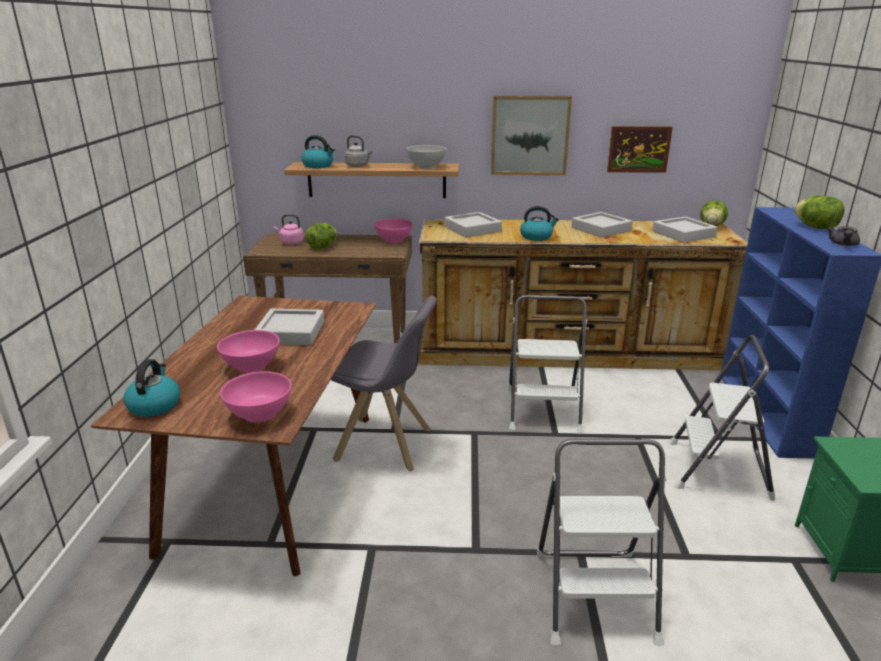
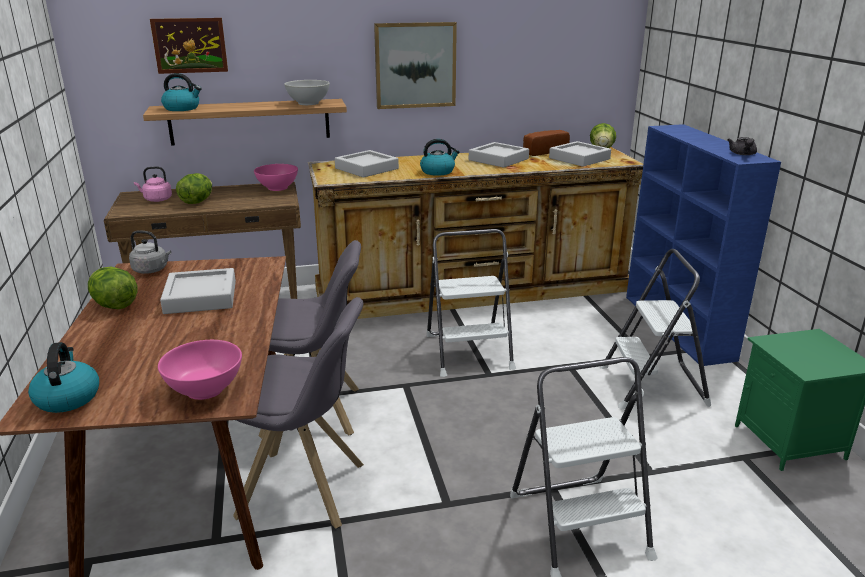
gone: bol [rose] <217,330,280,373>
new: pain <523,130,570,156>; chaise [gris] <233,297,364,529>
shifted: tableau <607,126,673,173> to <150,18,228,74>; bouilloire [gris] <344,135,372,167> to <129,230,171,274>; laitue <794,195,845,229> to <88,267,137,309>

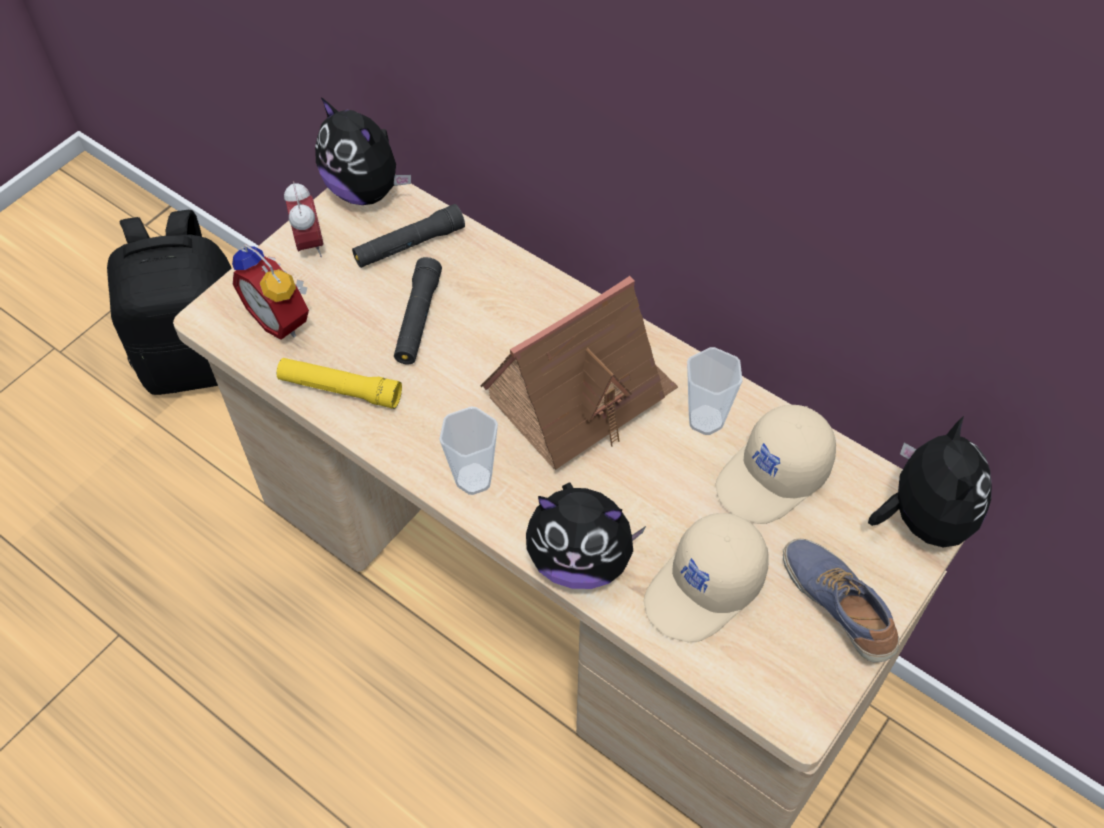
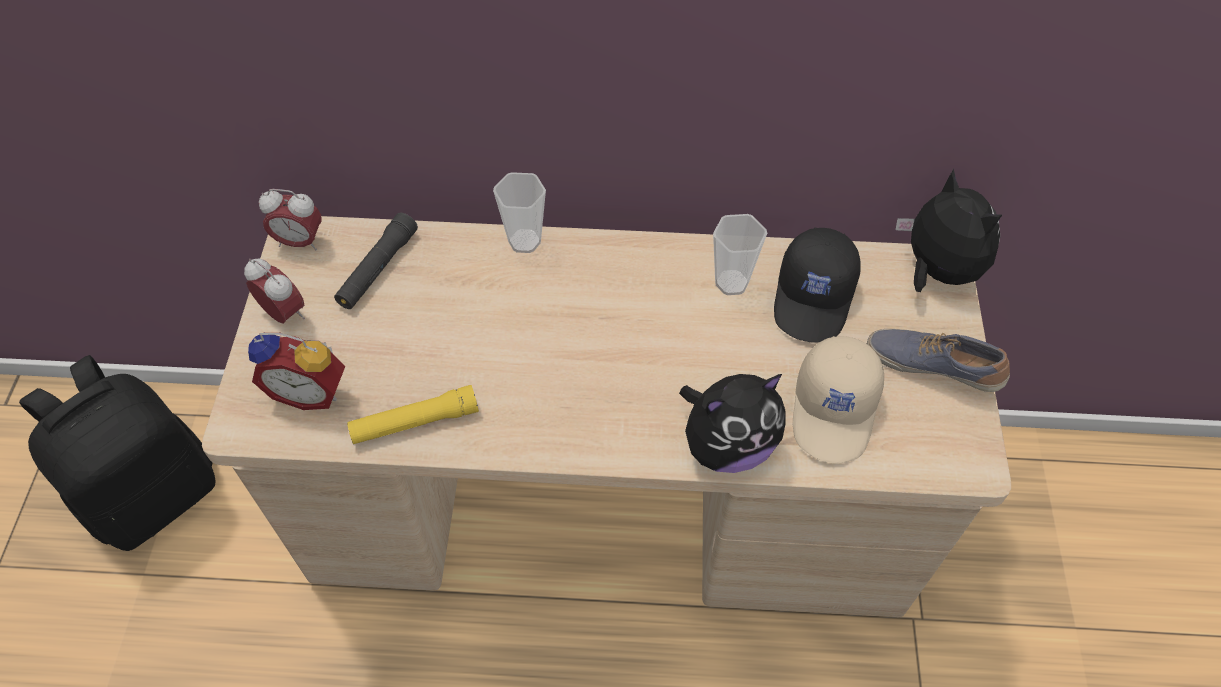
gone: lampe de poche [noir] <394,257,442,365>; maison miniature <480,276,678,469>
shifted: tasse <439,406,498,495> to <493,172,546,253>
swapped: peluche <315,98,411,205> to réveil <259,189,322,251>
repainted: casquette [beige] <716,405,836,524> to casquette [noir] <774,227,861,343>

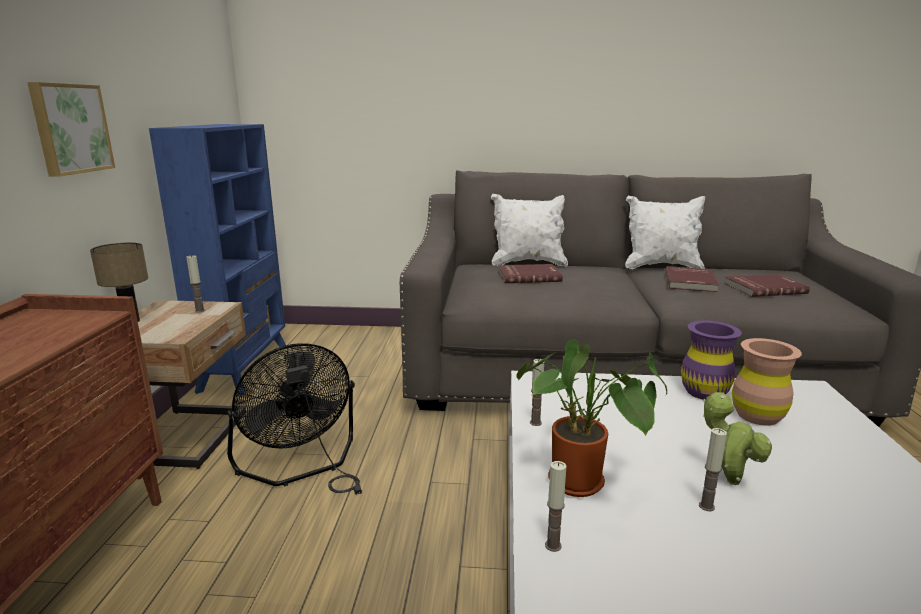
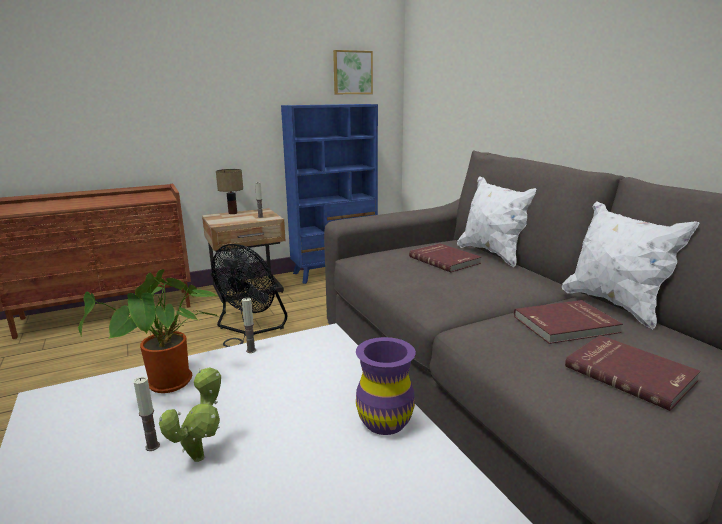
gone: vase [marron] <732,338,802,426>; bougie <545,461,567,552>
shifted: tableau <27,82,115,177> to <333,50,373,94>

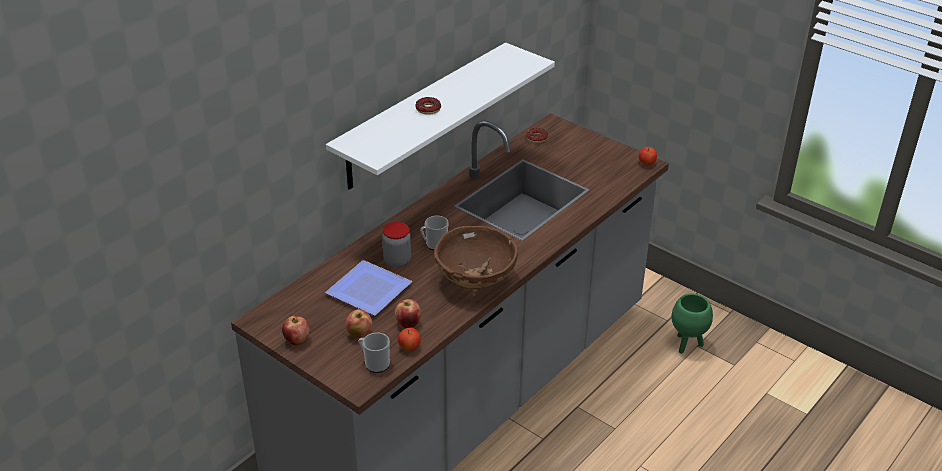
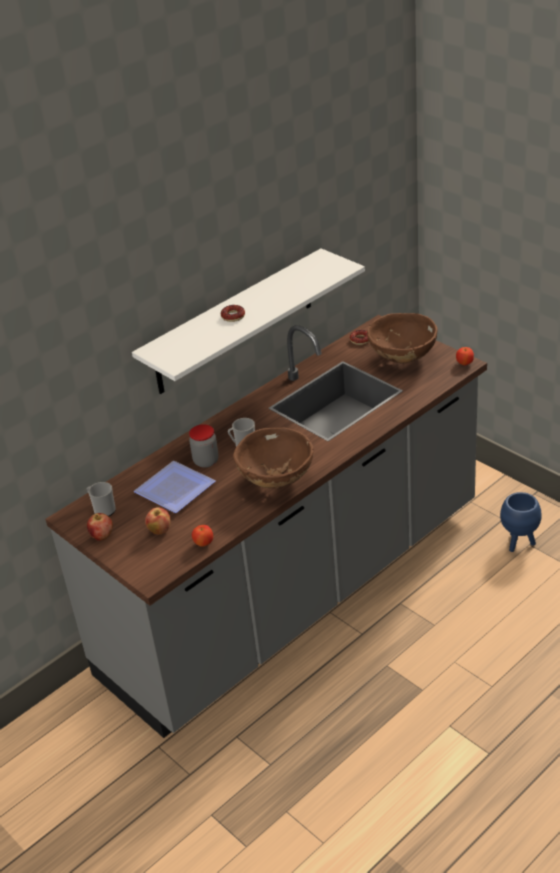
gone: pomme <395,299,421,328>
new: bol [marron] <367,313,438,363>
shifted: mug <358,333,390,373> to <87,482,116,517>
repainted: cache-pot [vert] <672,294,713,354> to cache-pot [bleu] <500,492,542,552>

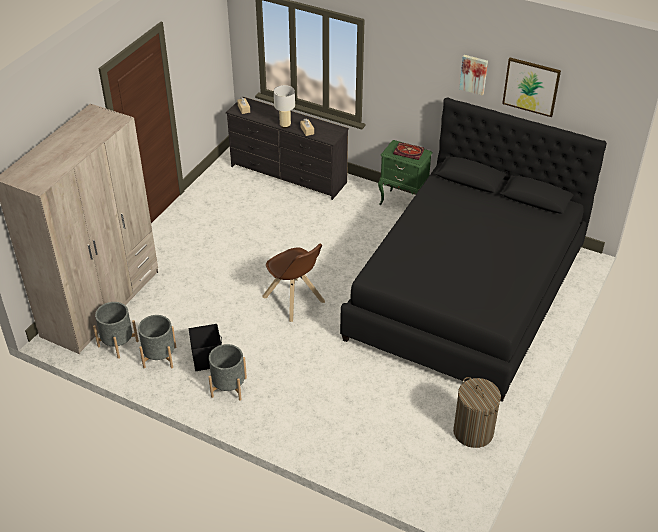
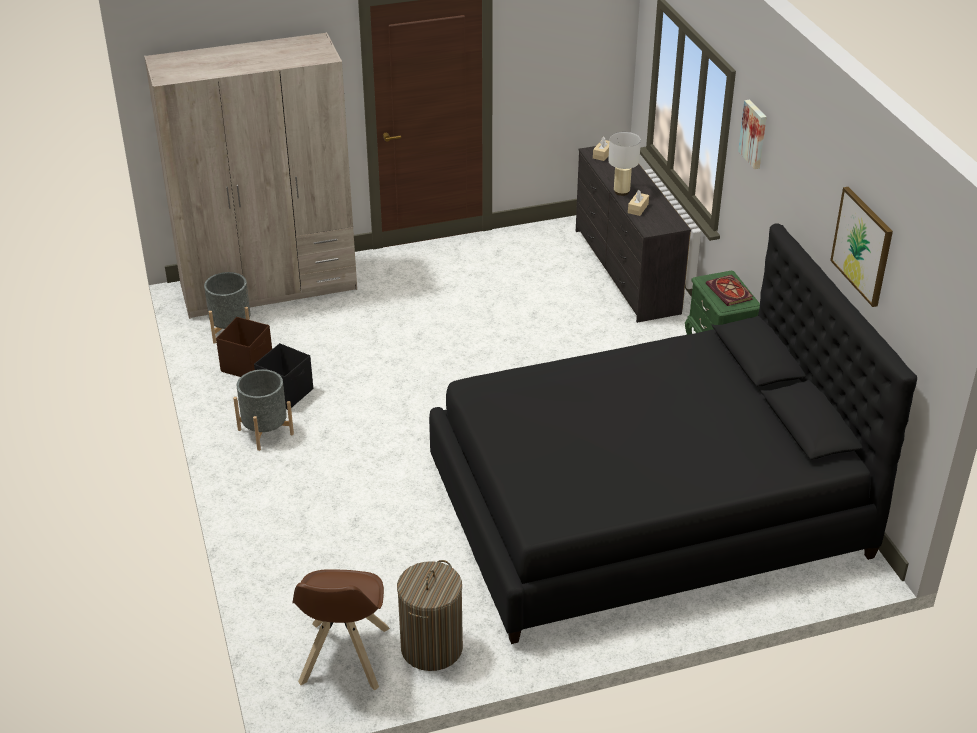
shifted: tableau <459,55,488,96> to <738,100,766,169>; chaise [marron] <263,244,325,322> to <292,570,390,690>
swapped: cache-pot [gris] <138,315,176,368> to boîte de rangement [marron] <216,317,272,377>

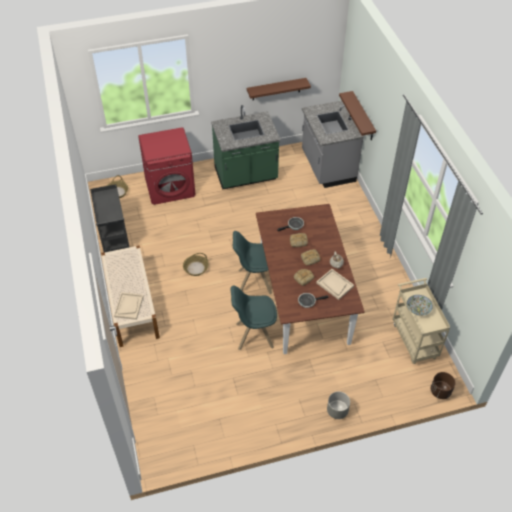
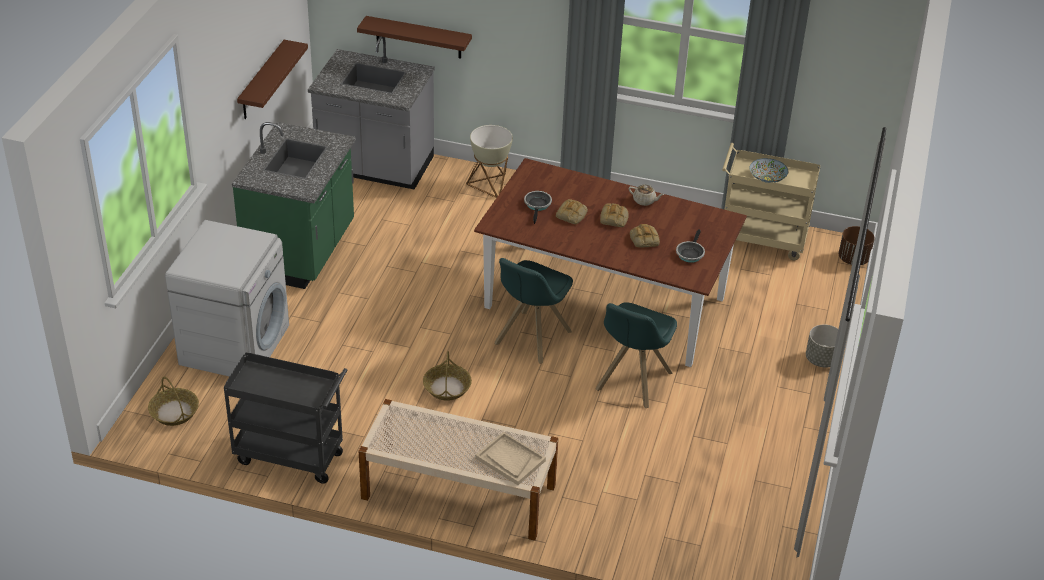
gone: plateau [beige] <316,269,354,300>
new: cache-pot <466,125,513,198>
repainted: lave-linge [rouge] <138,127,196,205> to lave-linge [blanc] <165,220,289,377>

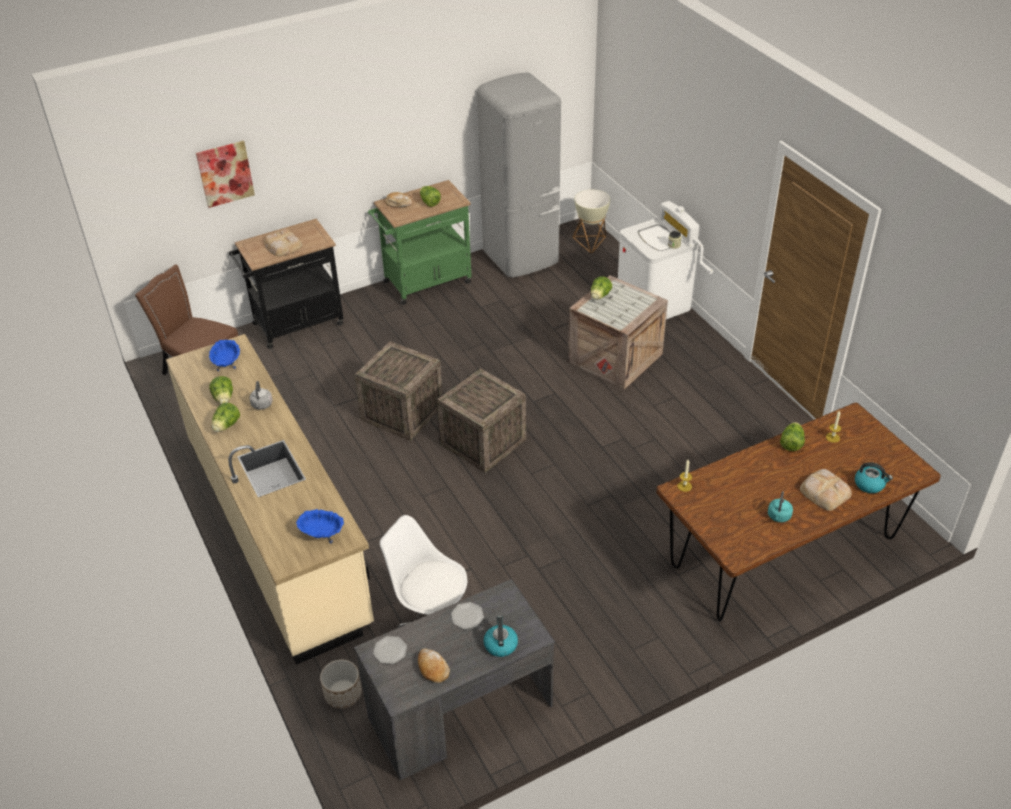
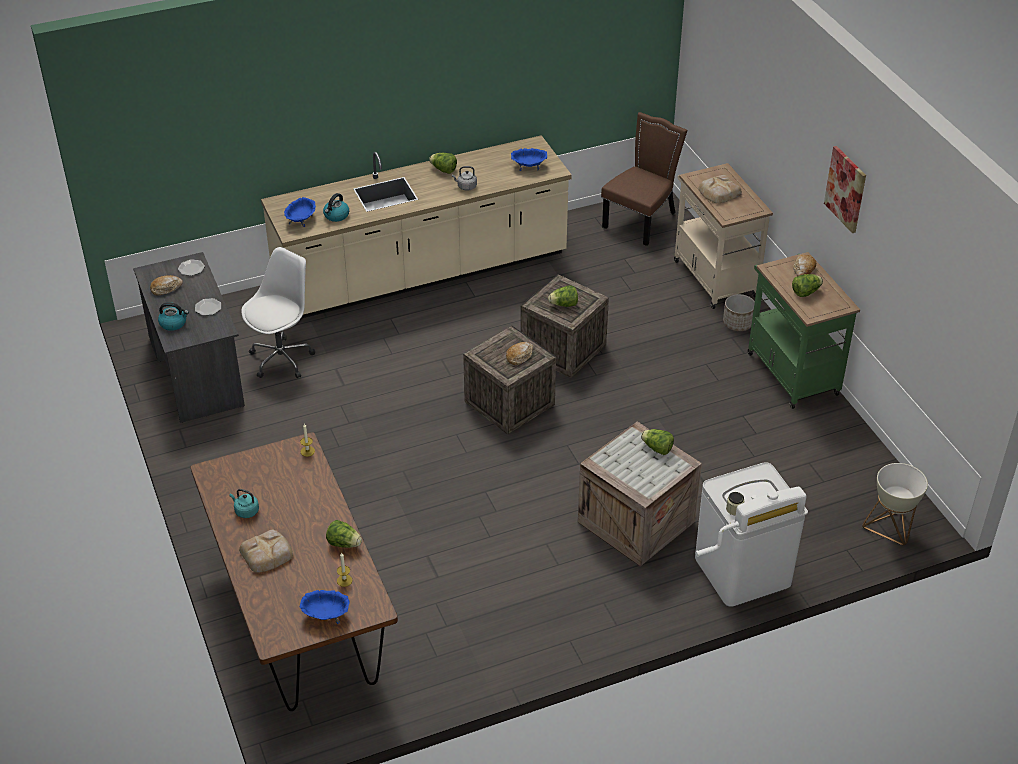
gone: réfrigérateur [gris] <477,72,561,277>
new: pain <506,342,533,365>; bol [bleu] <300,590,350,624>
shifted: tableau <196,141,255,208> to <824,146,866,233>; laitue <209,376,233,404> to <548,285,578,307>; bouilloire <855,462,893,493> to <323,193,349,222>; cache-pot <320,660,362,709> to <723,294,755,331>
repainted: chariot [noir] <229,219,343,349> to chariot [beige] <674,163,773,309>

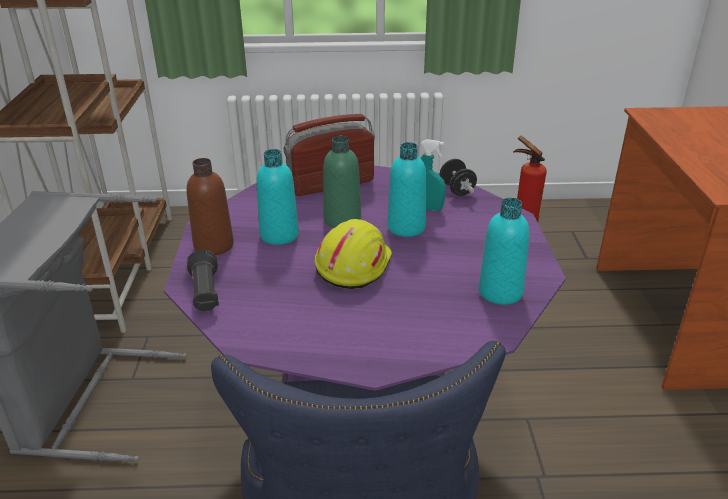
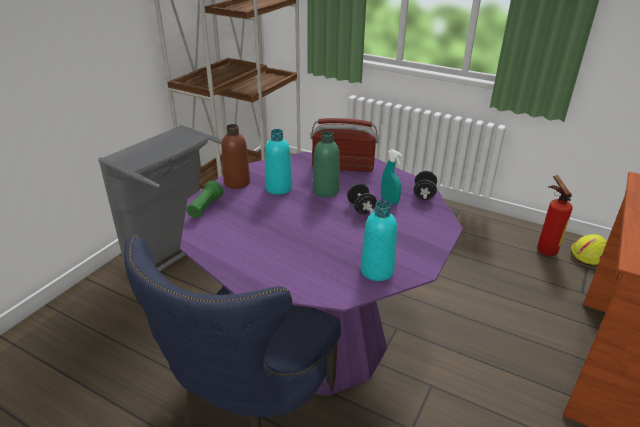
shifted: casque de chantier [jaune] <314,219,392,289> to <571,234,607,266>
swapped: bouteille [turquoise] <387,142,426,237> to haltère [noir] <347,184,377,214>
repainted: lampe de poche [noir] <187,250,219,311> to lampe de poche [vert] <186,181,223,218>

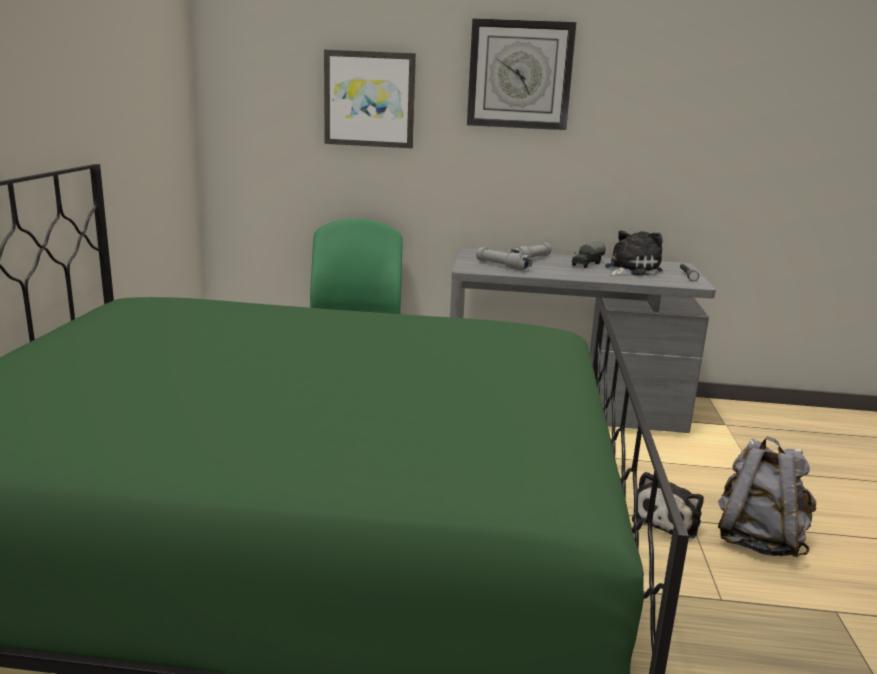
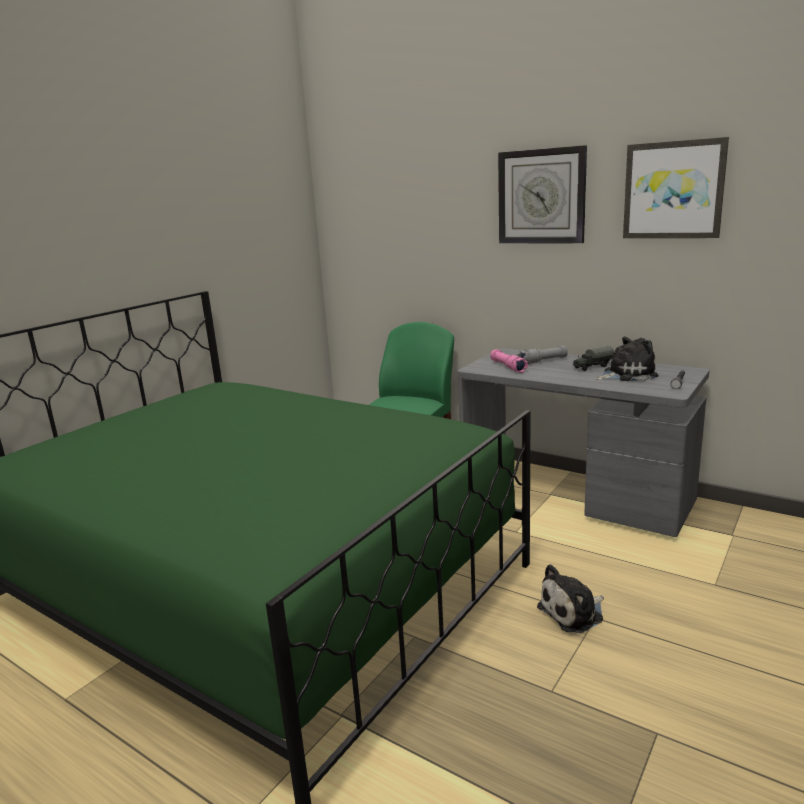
gone: sac à dos [gris] <718,436,816,557>
shifted: tableau <324,50,416,148> to <623,137,729,238>
repainted: lampe de poche [gris] <476,247,533,272> to lampe de poche [rose] <490,349,528,373>

